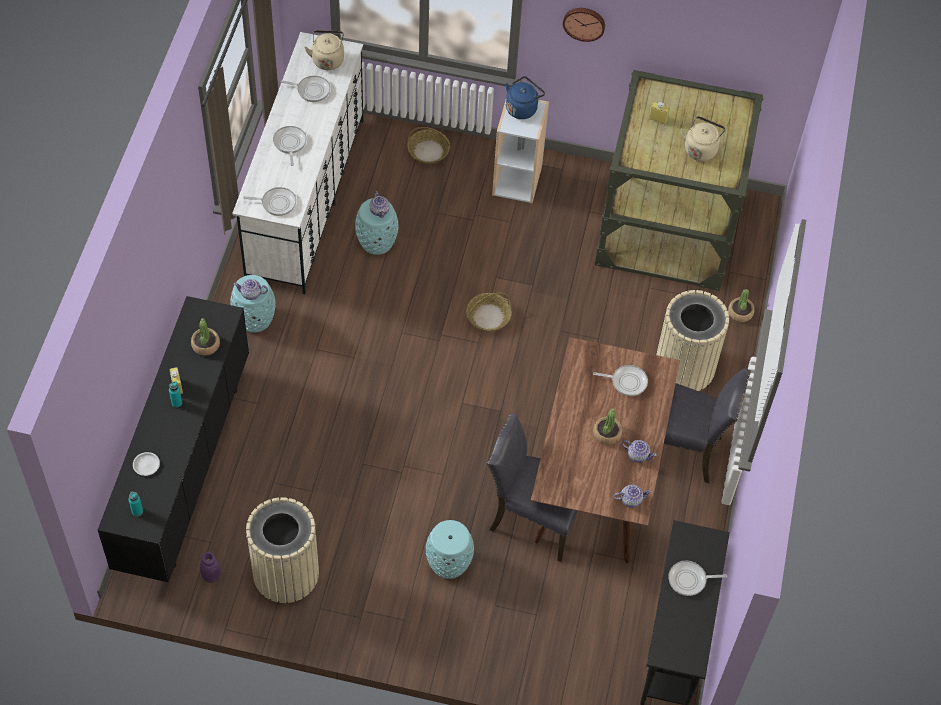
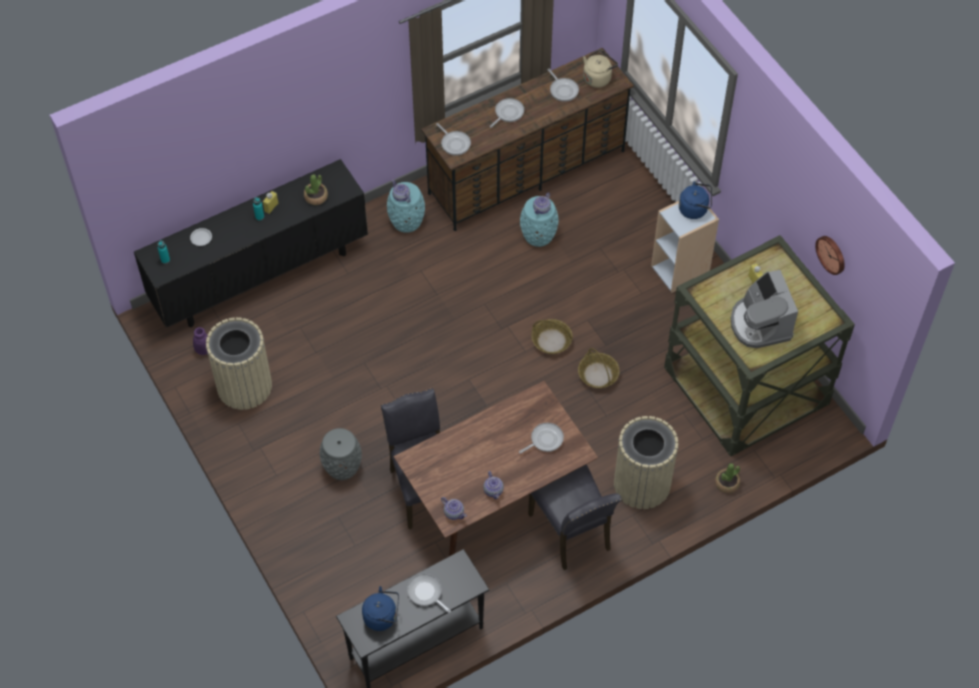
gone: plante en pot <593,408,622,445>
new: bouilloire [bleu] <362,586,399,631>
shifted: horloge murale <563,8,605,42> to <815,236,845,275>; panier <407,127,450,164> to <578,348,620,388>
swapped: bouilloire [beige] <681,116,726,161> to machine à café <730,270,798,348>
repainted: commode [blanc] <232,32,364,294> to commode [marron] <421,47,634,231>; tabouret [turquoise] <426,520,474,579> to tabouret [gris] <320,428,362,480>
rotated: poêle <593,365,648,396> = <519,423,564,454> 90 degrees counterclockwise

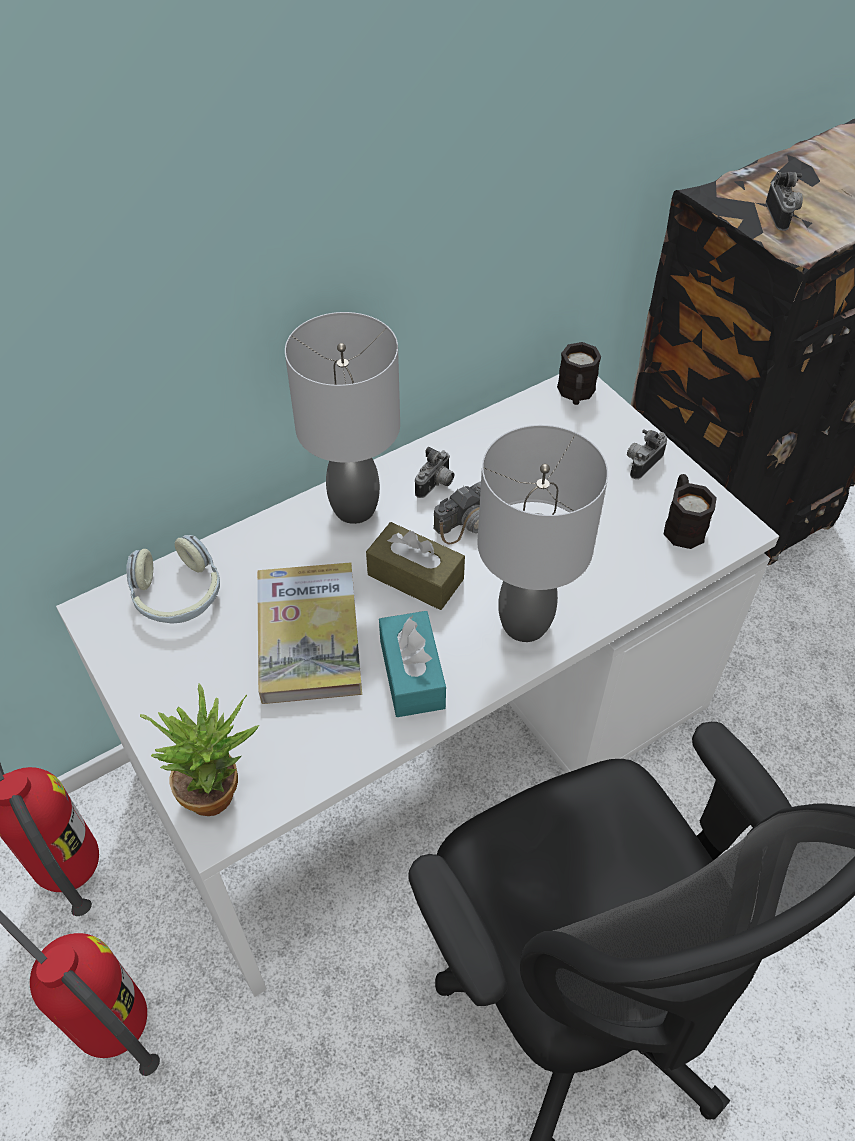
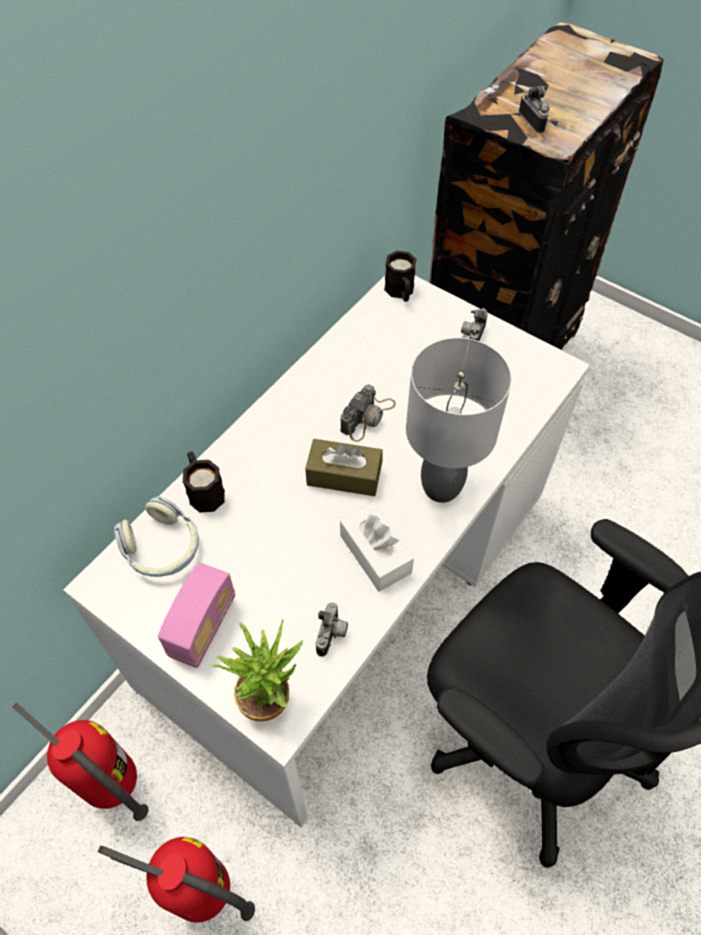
gone: lampe de table [gris] <285,312,400,524>; livre <257,562,362,704>
new: radio <158,563,235,668>
shifted: appareil photo <415,447,454,498> to <316,602,348,657>; mug [noir] <664,474,717,549> to <183,452,225,512>
repainted: boîte à mouchoirs [turquoise] <379,611,446,717> to boîte à mouchoirs [blanc] <340,503,414,592>

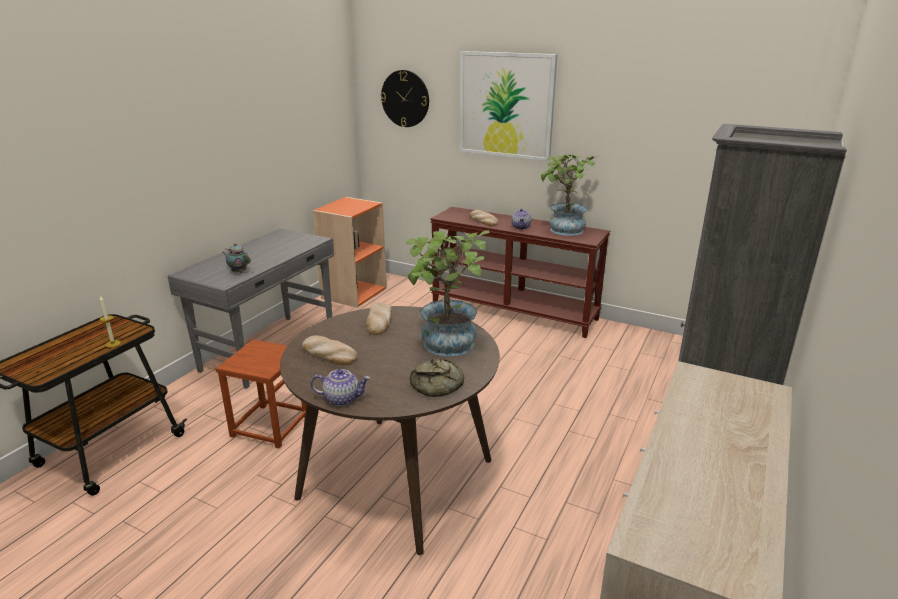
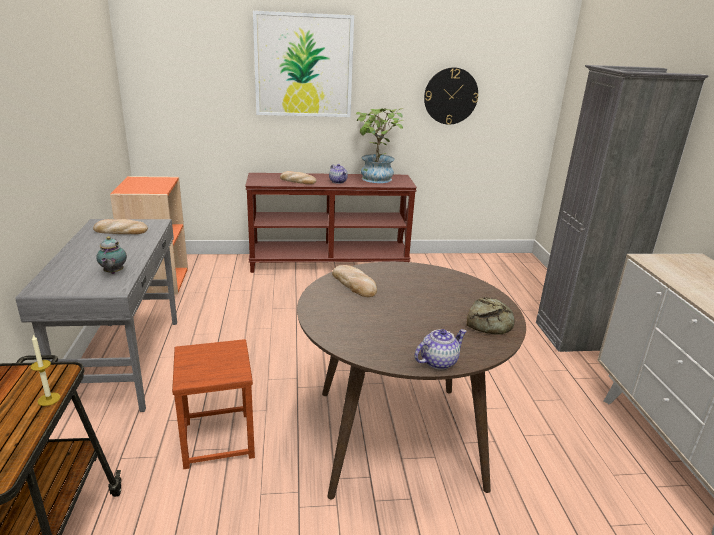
gone: plante en pot <406,230,489,356>
shifted: horloge murale <380,70,429,127> to <424,67,478,125>; pain <302,335,358,365> to <93,219,148,234>
rotated: théière <223,243,251,273> = <96,236,127,274> 90 degrees counterclockwise

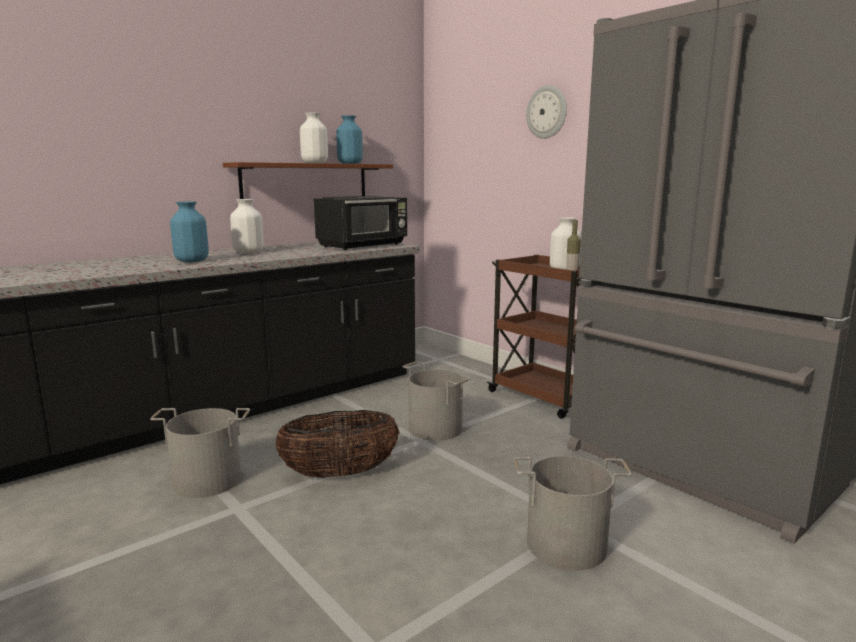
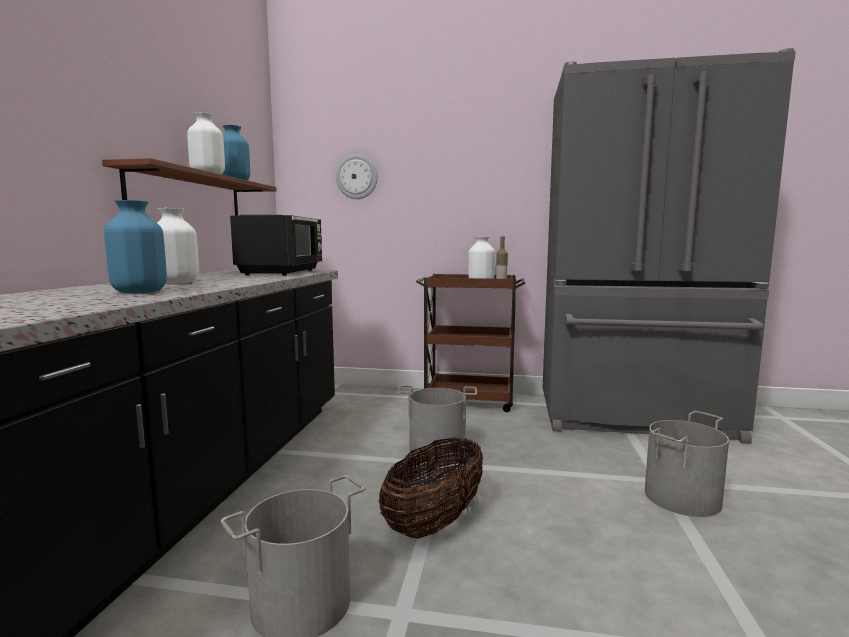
shifted: horloge murale <526,85,567,139> to <336,154,378,199>

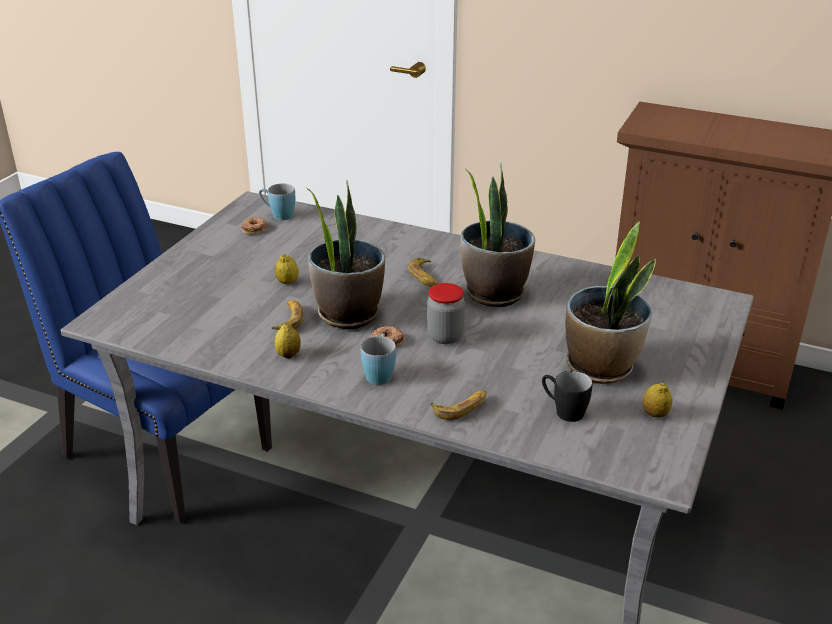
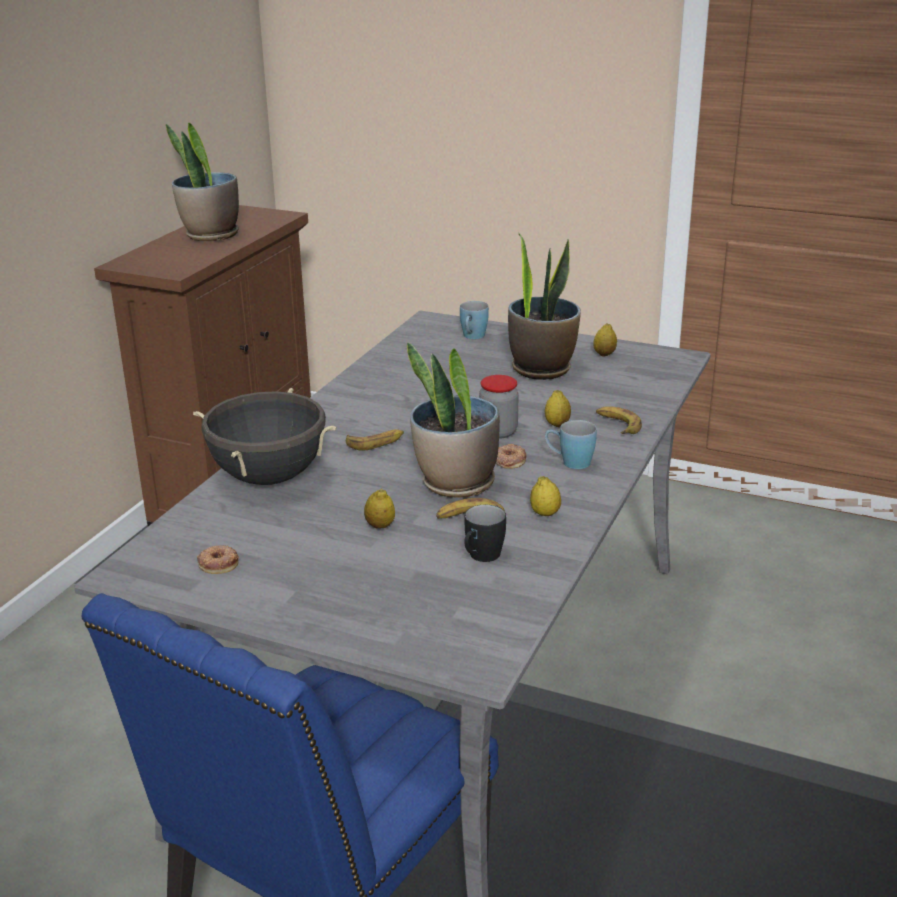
new: marmite [noir] <193,388,337,485>; citron <545,390,571,427>
shifted: plante en pot <461,163,535,307> to <166,123,239,242>; mug [bleu] <259,184,295,220> to <460,301,489,339>; mug [noir] <542,371,593,422> to <464,505,506,562>

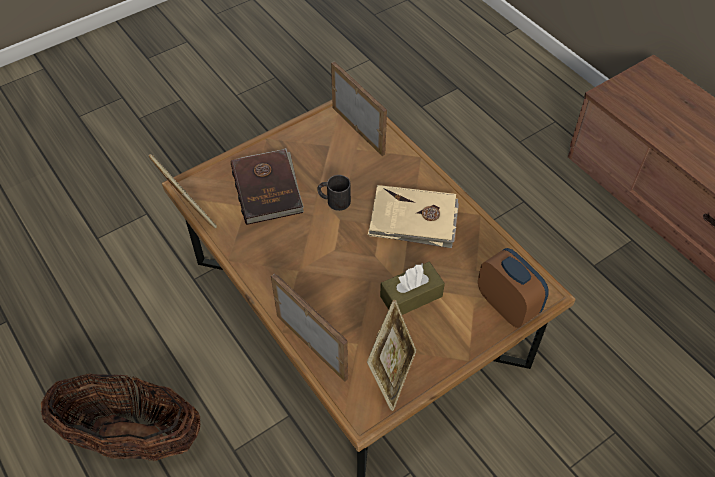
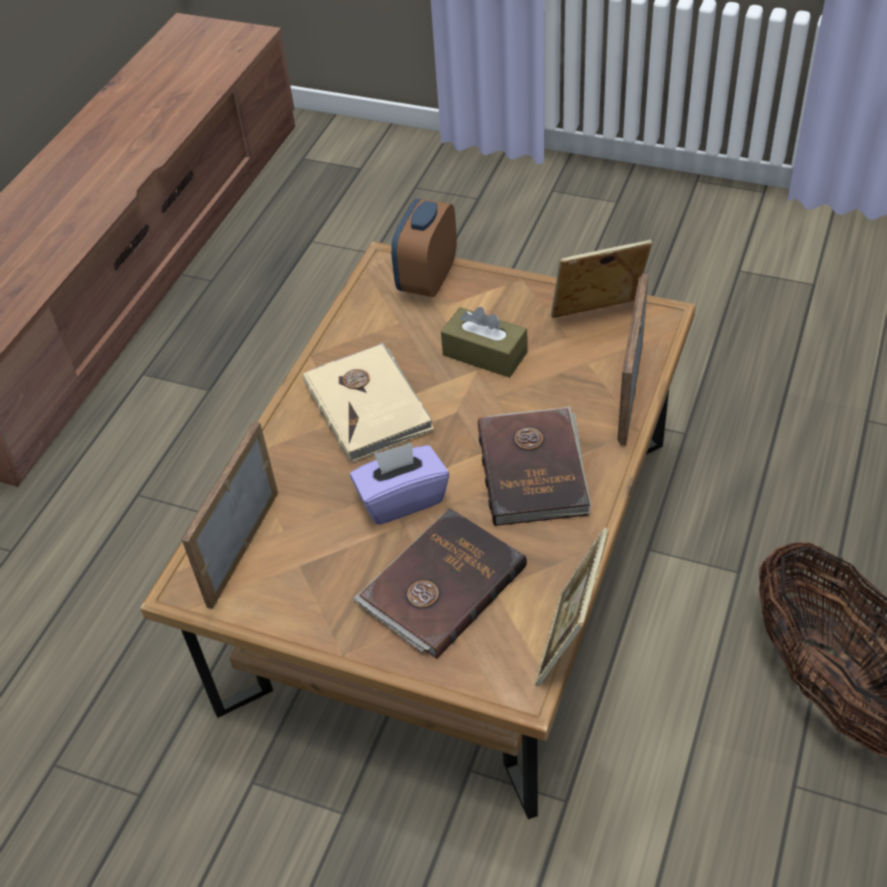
new: livre [marron] <478,407,592,526>
swapped: mug [noir] <317,175,351,211> to boîte à mouchoirs [violet] <350,442,449,525>

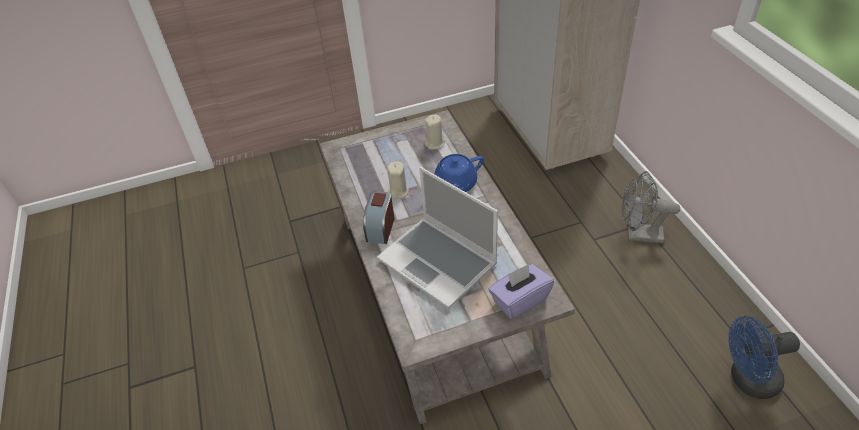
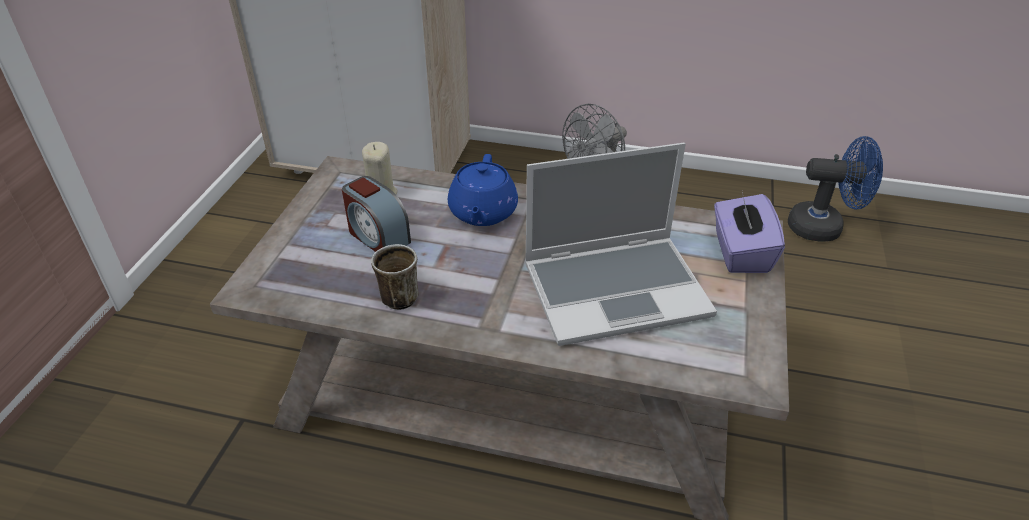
gone: bougie [beige] <387,161,409,199>
new: mug <371,244,419,310>
shifted: réveil <363,191,394,244> to <342,176,411,252>
rotated: ventilateur [bleu] <728,316,800,399> = <788,136,883,242> 105 degrees counterclockwise

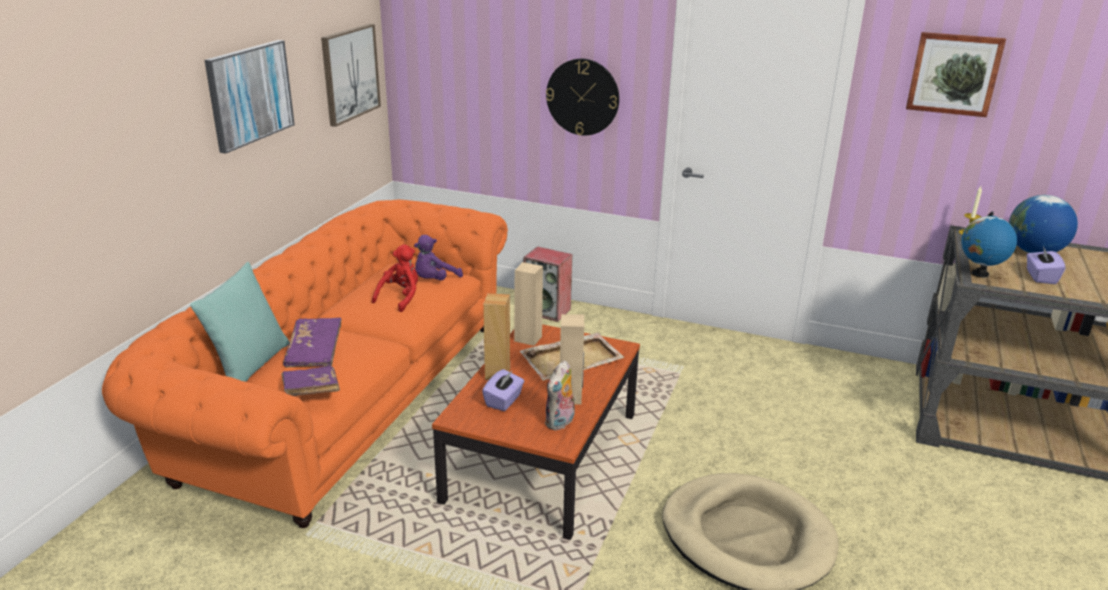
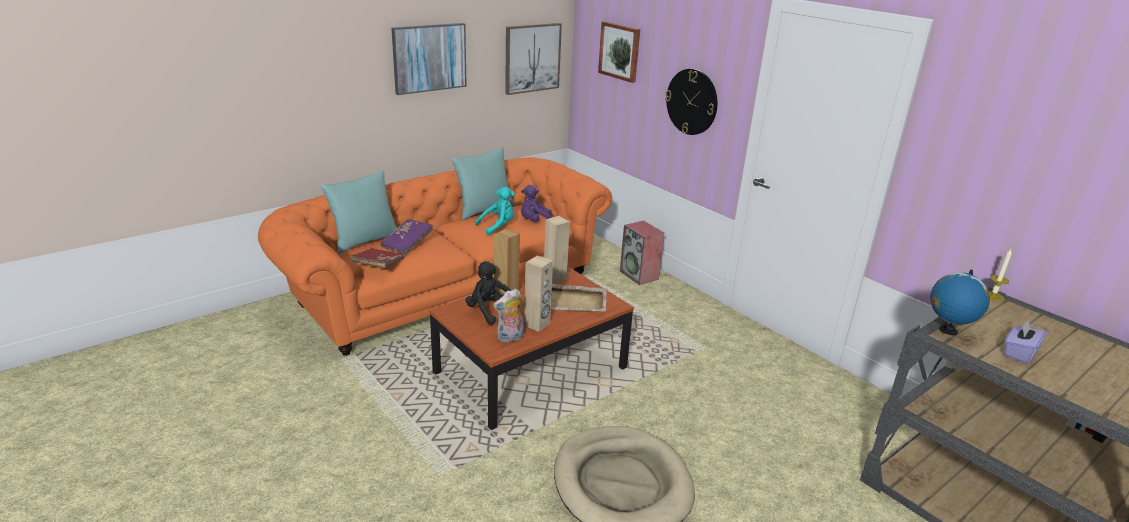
gone: globe <1009,195,1078,253>
new: coussin [turquoise] <451,147,515,220>
shifted: tableau <906,32,1006,117> to <598,21,640,83>
swapped: boîte à mouchoirs [violet] <482,369,524,411> to peluche [noir] <466,261,511,325>
repainted: peluche [rouge] <372,244,418,312> to peluche [turquoise] <475,187,515,236>; livre [violet] <281,366,340,396> to livre [rouge] <350,248,404,268>

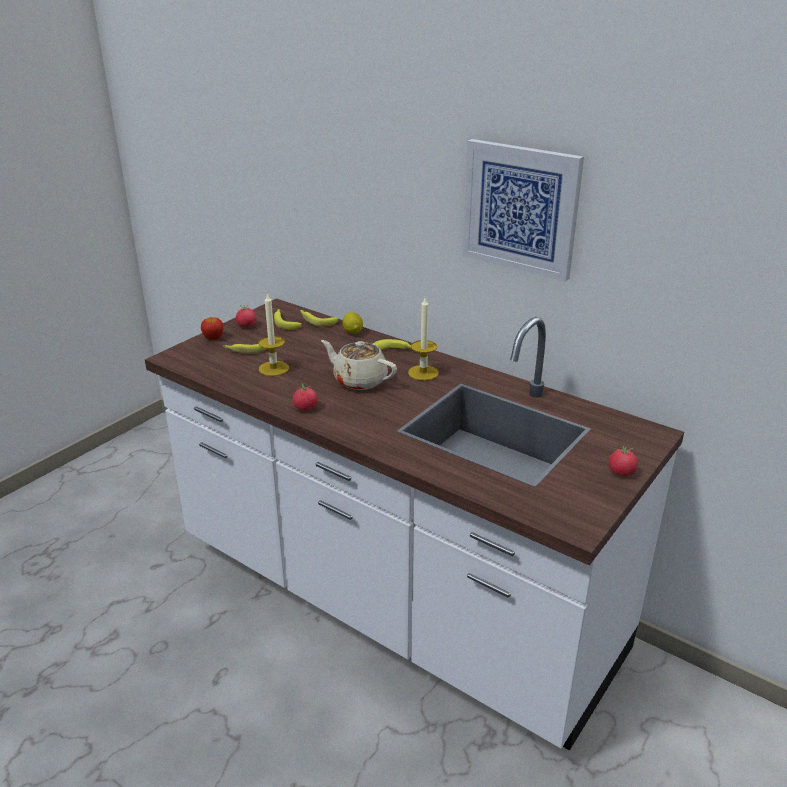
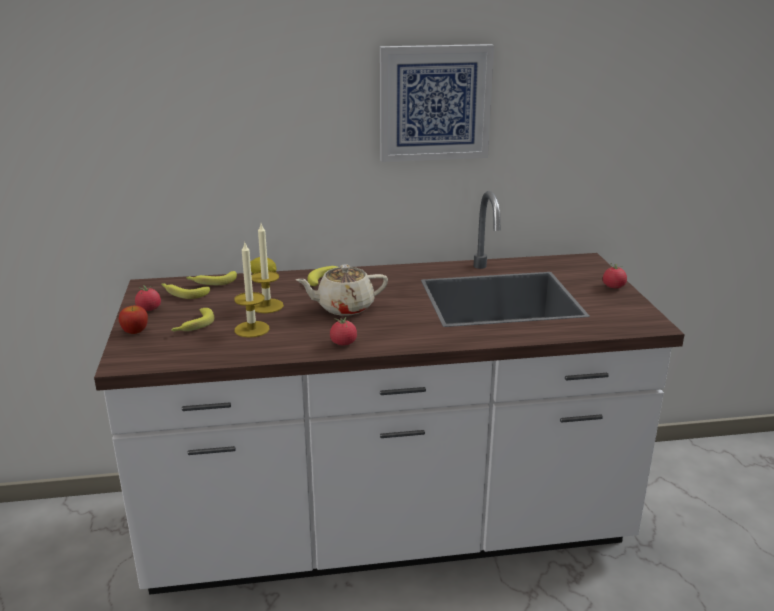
shifted: bougie <408,298,439,381> to <252,224,284,313>

